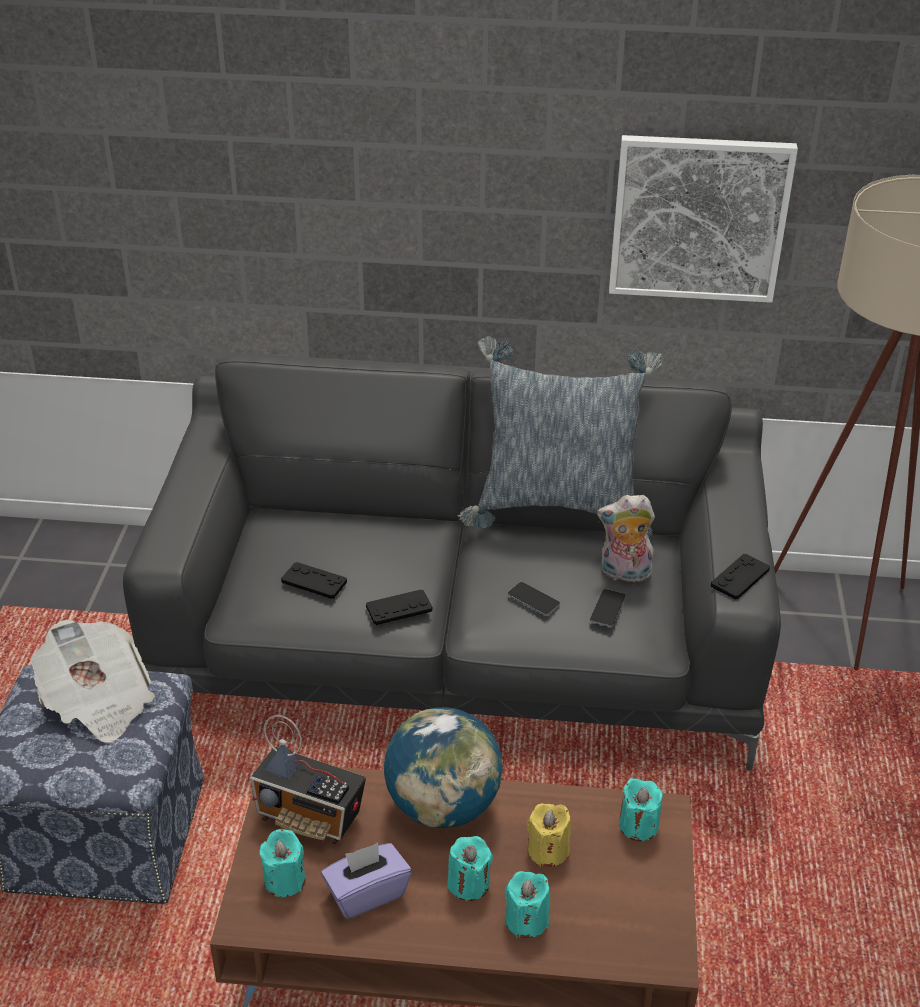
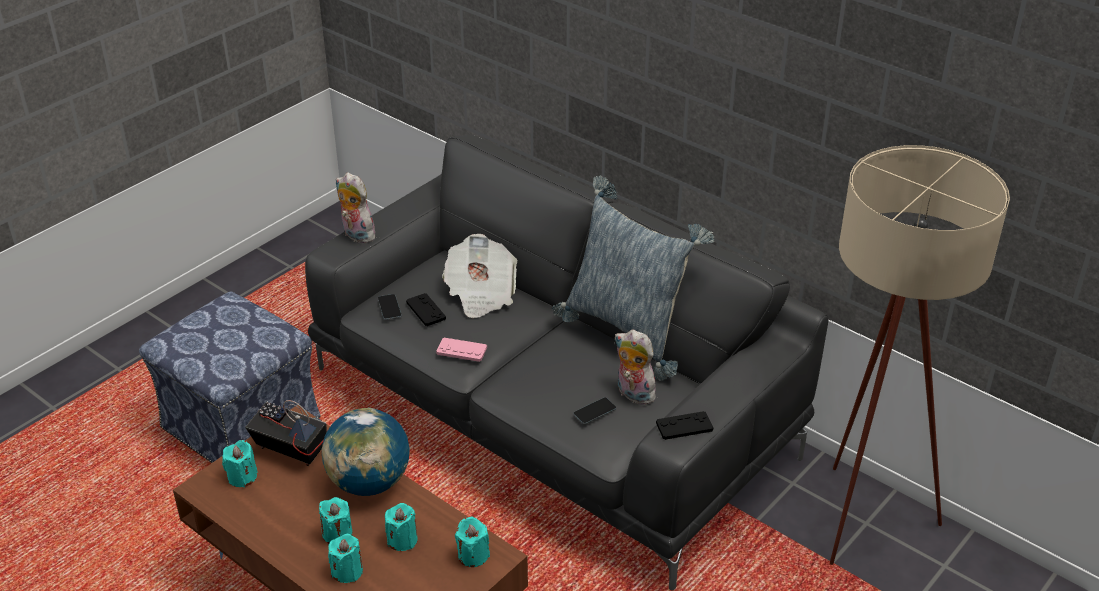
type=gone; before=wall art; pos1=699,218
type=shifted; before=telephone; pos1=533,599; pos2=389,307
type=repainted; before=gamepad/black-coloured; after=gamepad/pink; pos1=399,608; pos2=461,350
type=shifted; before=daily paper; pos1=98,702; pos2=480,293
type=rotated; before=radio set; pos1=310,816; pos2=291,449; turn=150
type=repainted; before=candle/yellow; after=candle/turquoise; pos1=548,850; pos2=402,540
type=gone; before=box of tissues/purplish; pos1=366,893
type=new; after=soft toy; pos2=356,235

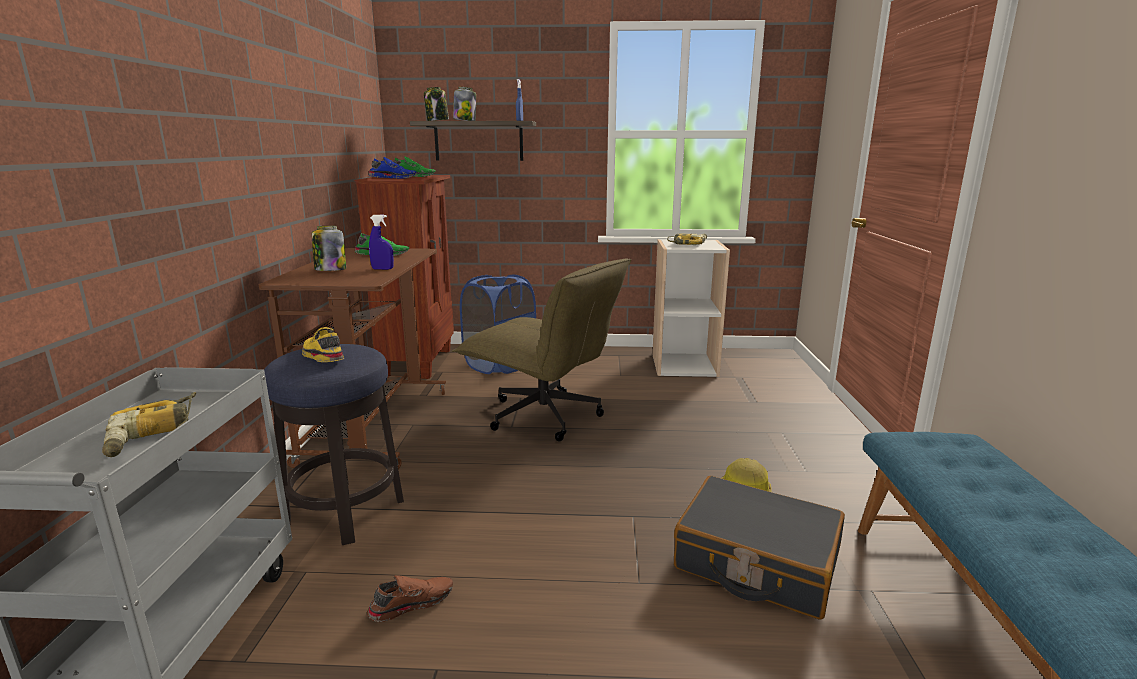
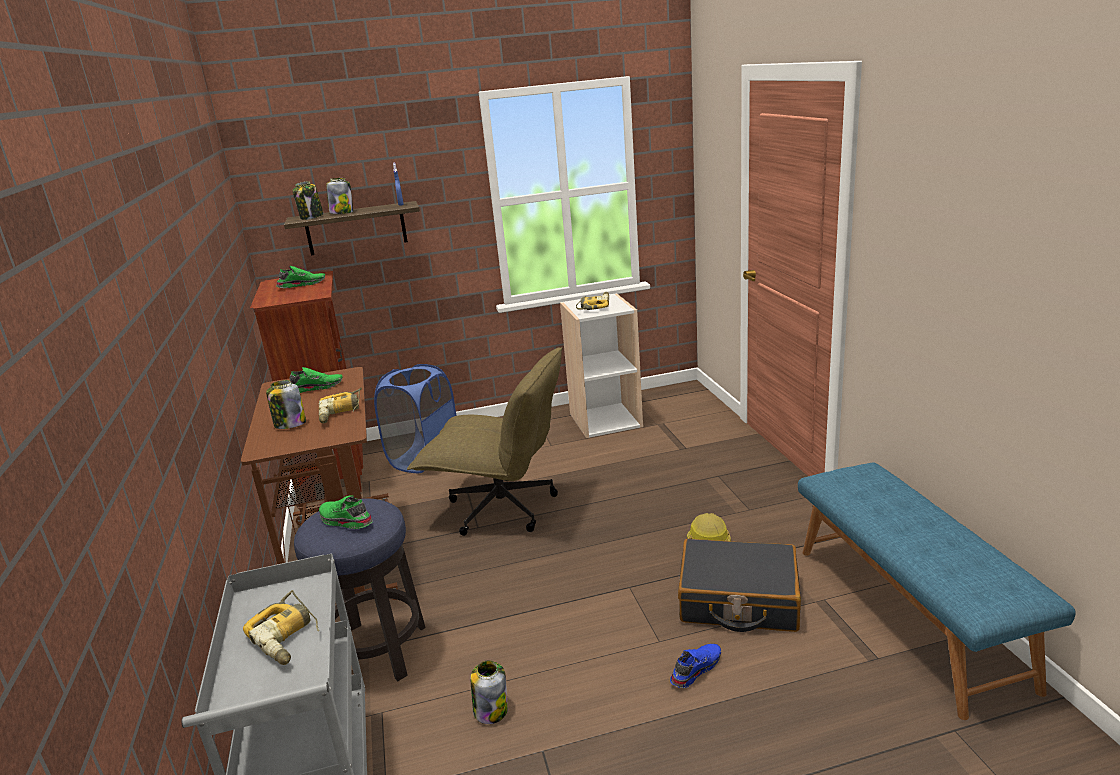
type=shifted; before=shoe/bluish; pos1=392,178; pos2=695,669
type=swapped; before=sprayer/bluish; after=power drill; pos1=382,269; pos2=341,412
type=repainted; before=shoe/yellow; after=shoe/greenish; pos1=322,357; pos2=345,521
type=swapped; before=shoe/brown-coloured; after=storage jar; pos1=411,603; pos2=491,710

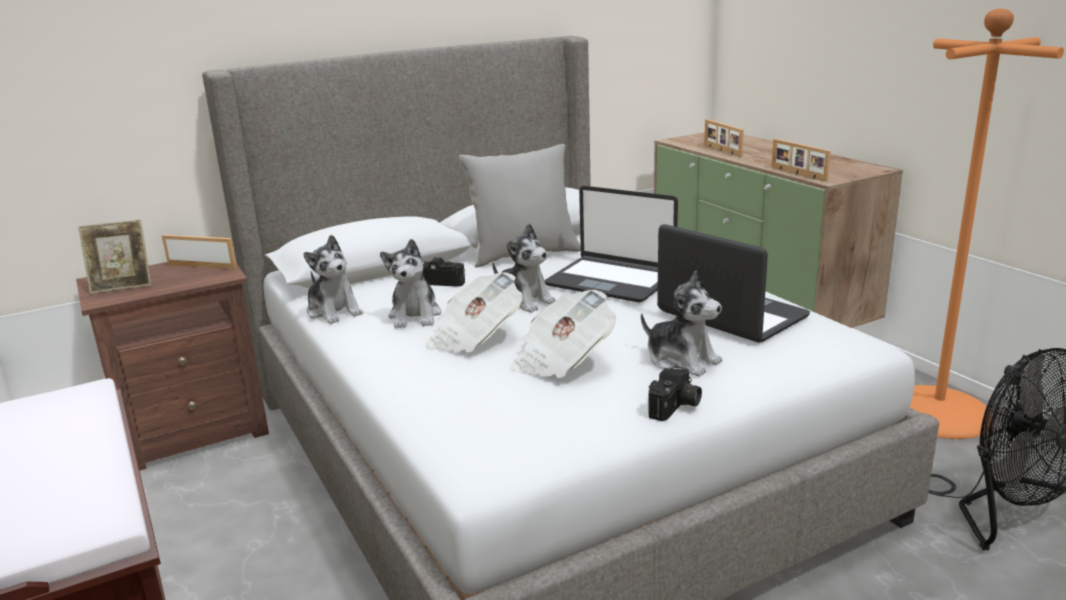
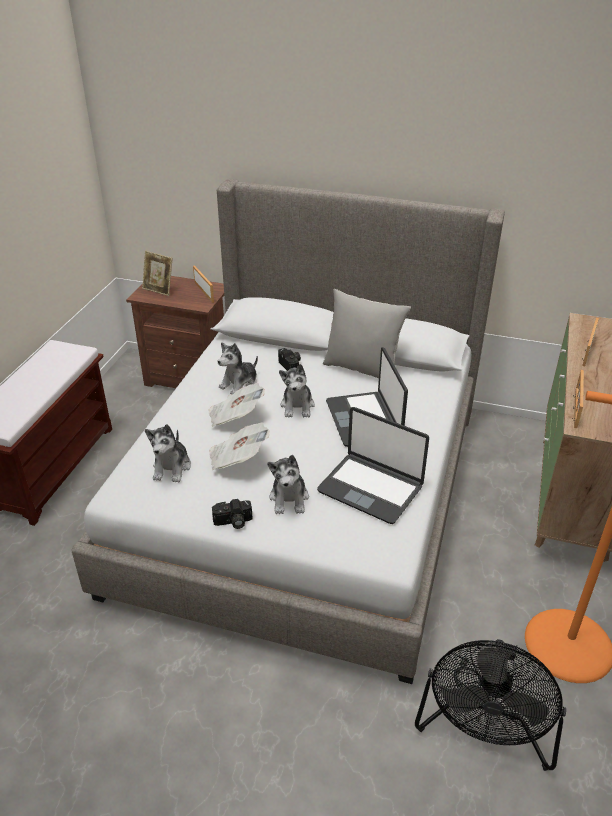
type=rotated; before=laptop; pos1=731,315; pos2=371,488; turn=120
type=shifted; before=soft toy; pos1=334,311; pos2=172,467

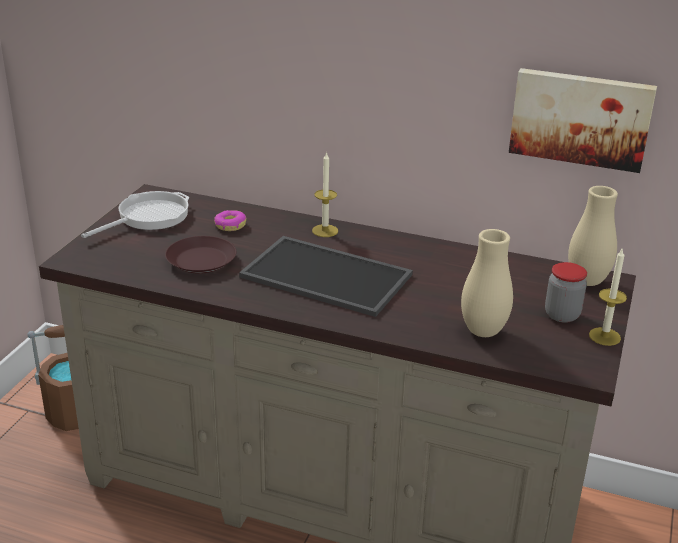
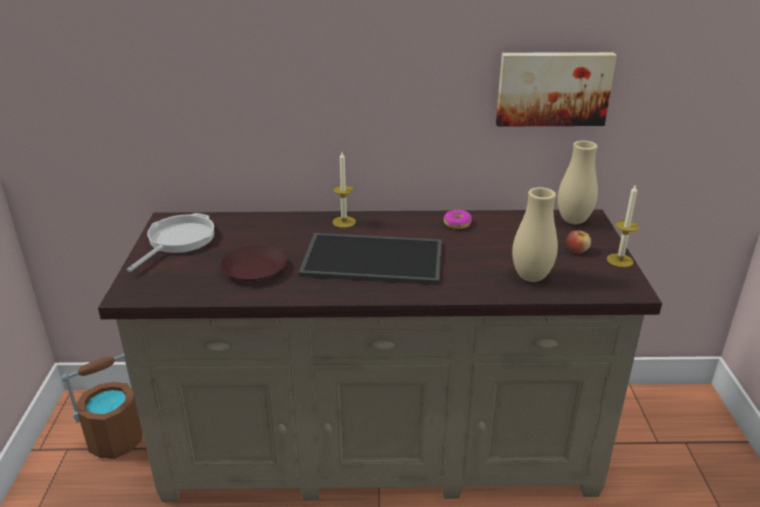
type=shifted; before=donut; pos1=230,225; pos2=457,223
type=swapped; before=storage jar; after=whole apple; pos1=562,315; pos2=577,251

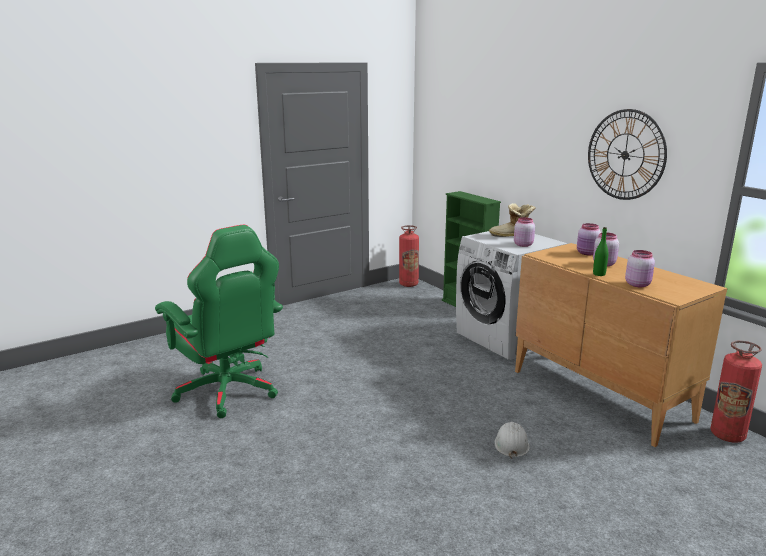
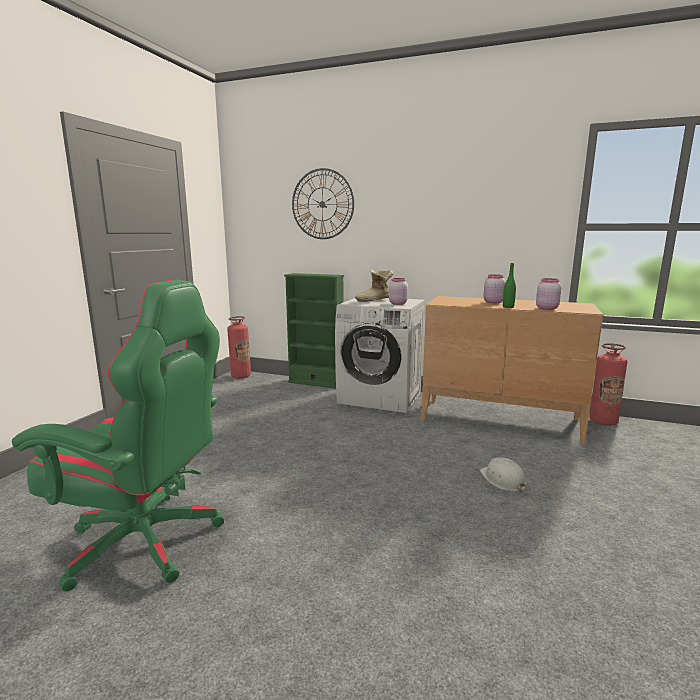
type=shifted; before=wall clock; pos1=625,155; pos2=322,204
type=gone; before=storage jar/pink; pos1=587,253

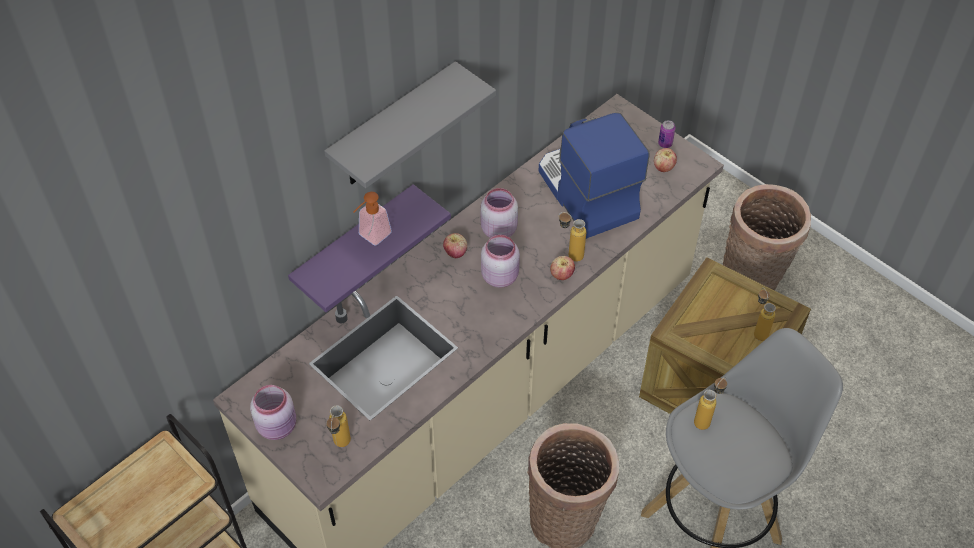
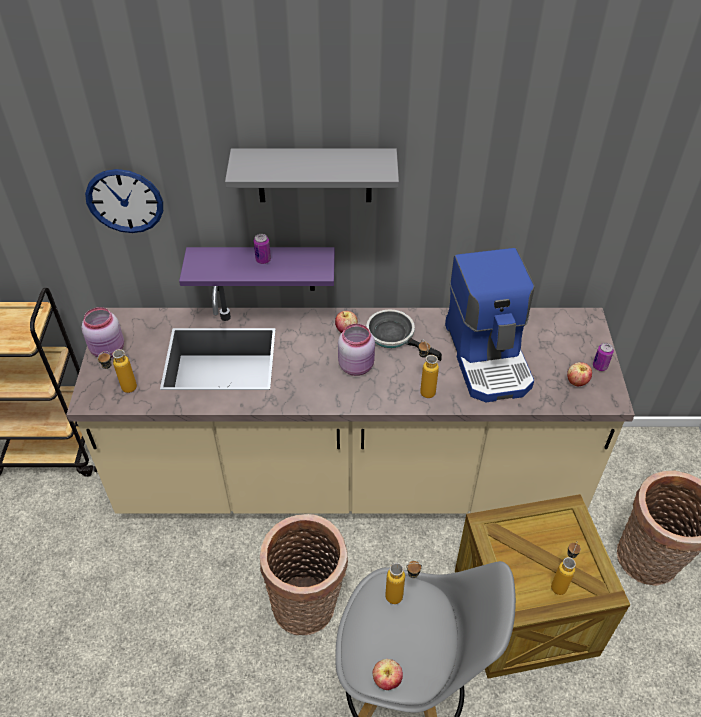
type=rotated; before=coffee maker; pos1=585,194; pos2=489,357; turn=150
type=swapped; before=storage jar/pink; after=pan; pos1=498,229; pos2=394,336
type=swapped; before=soap bottle; after=can; pos1=371,237; pos2=263,260
type=shifted; before=whole apple; pos1=562,275; pos2=387,680
type=new; after=wall clock; pos2=125,201

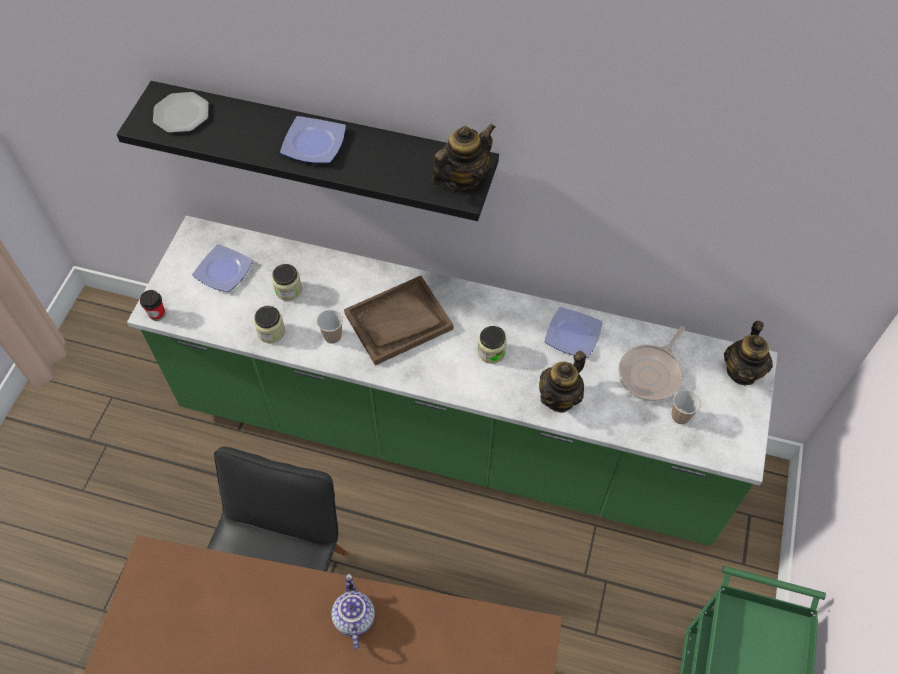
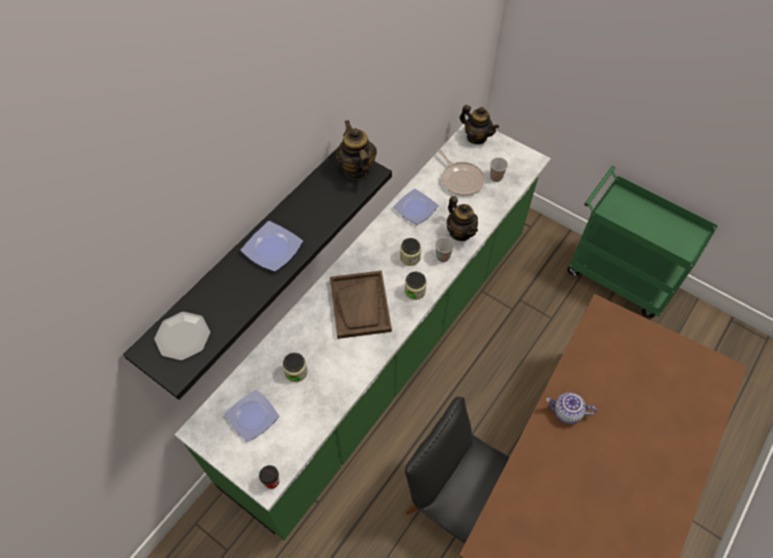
type=shifted; before=storage jar; pos1=271,332; pos2=415,291
type=shifted; before=small cup; pos1=332,336; pos2=443,257

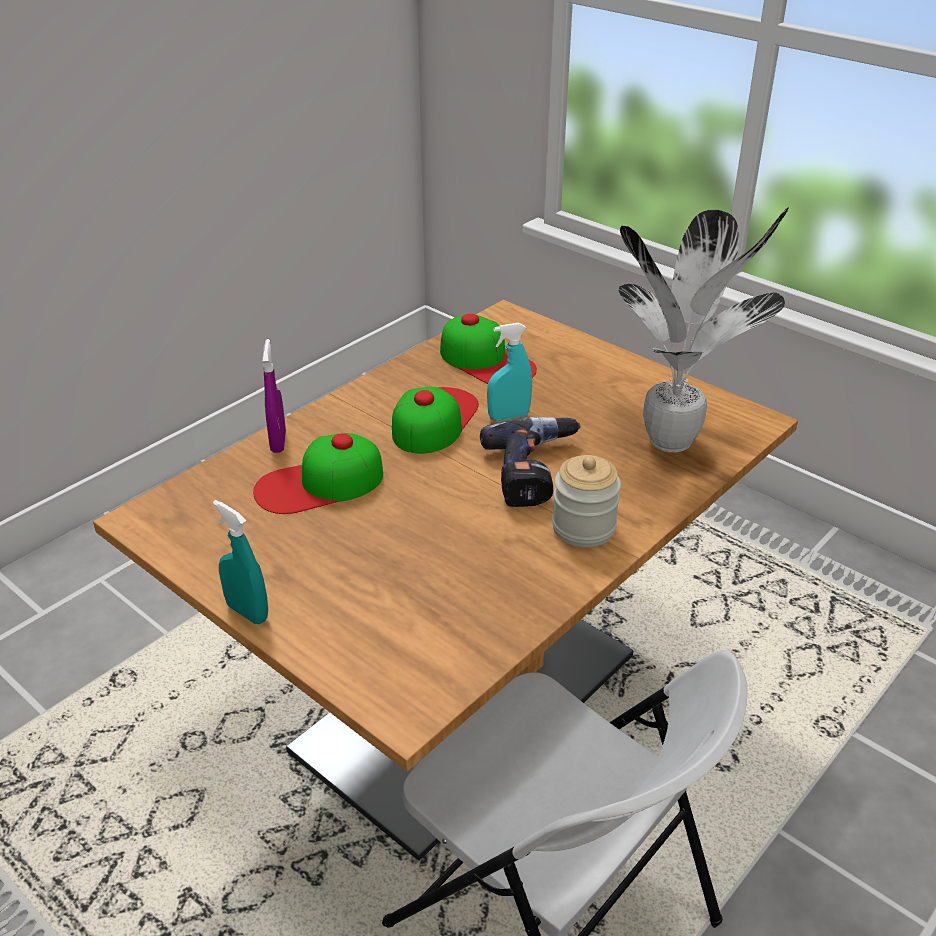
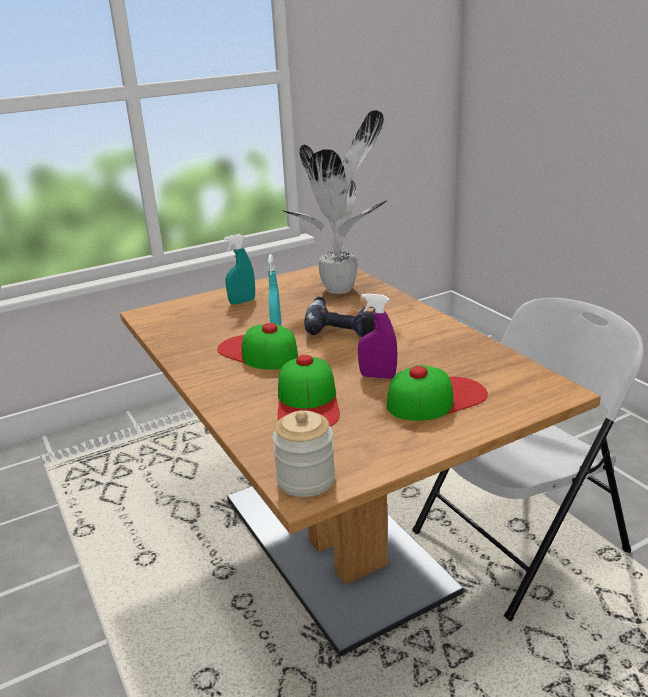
type=shifted; before=cap; pos1=486,360; pos2=436,398
type=shifted; before=sprayer/purplish; pos1=278,442; pos2=377,376
type=shifted; before=storage jar; pos1=583,528; pos2=306,479
type=shifted; before=sprayer/turquoise; pos1=247,612; pos2=242,302

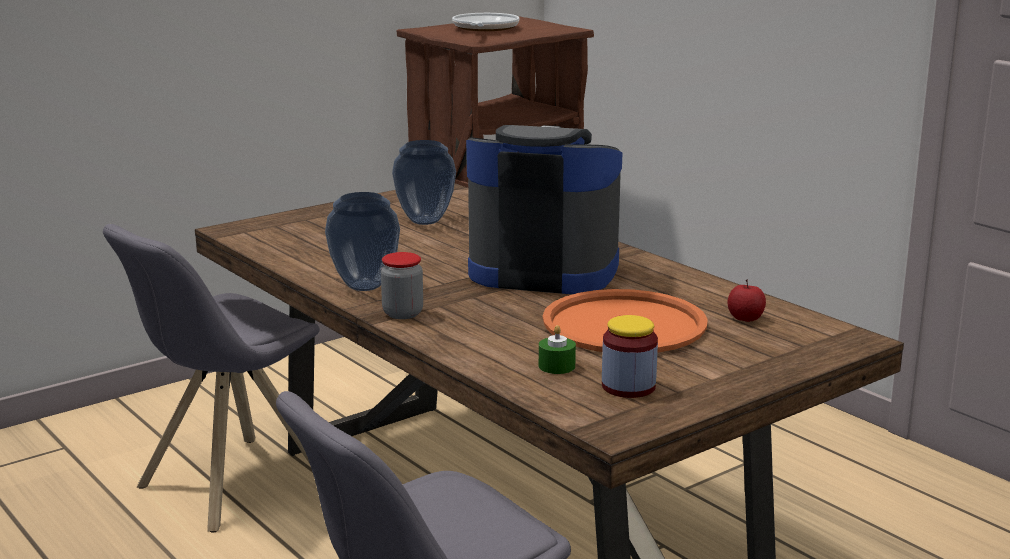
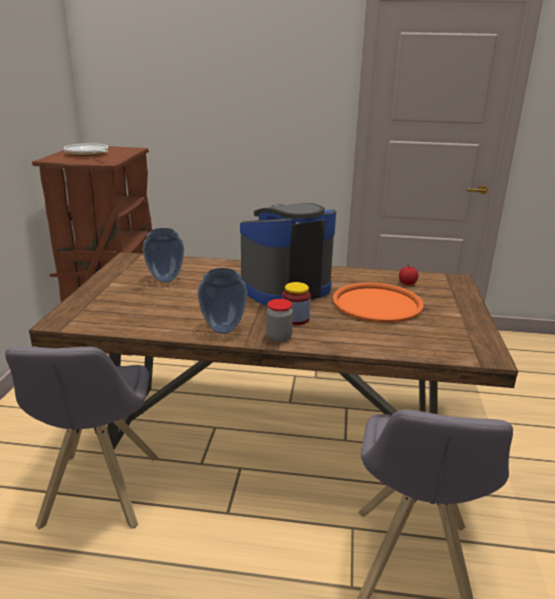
type=shifted; before=storage jar; pos1=628,387; pos2=295,319
type=gone; before=candle/greenish; pos1=556,366

